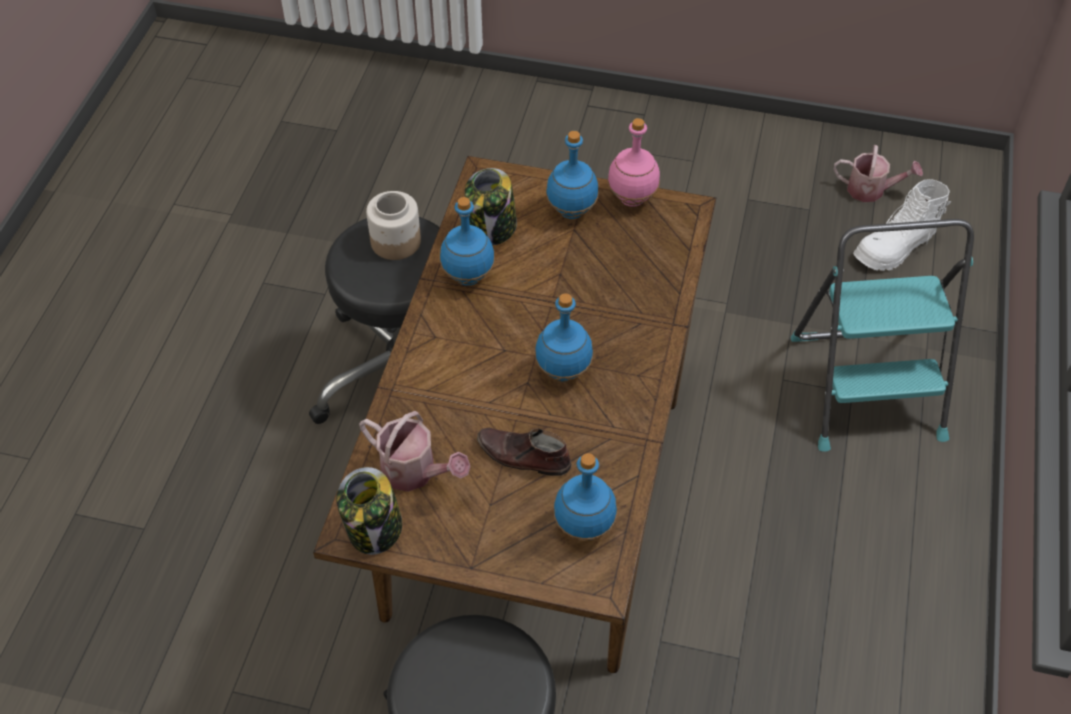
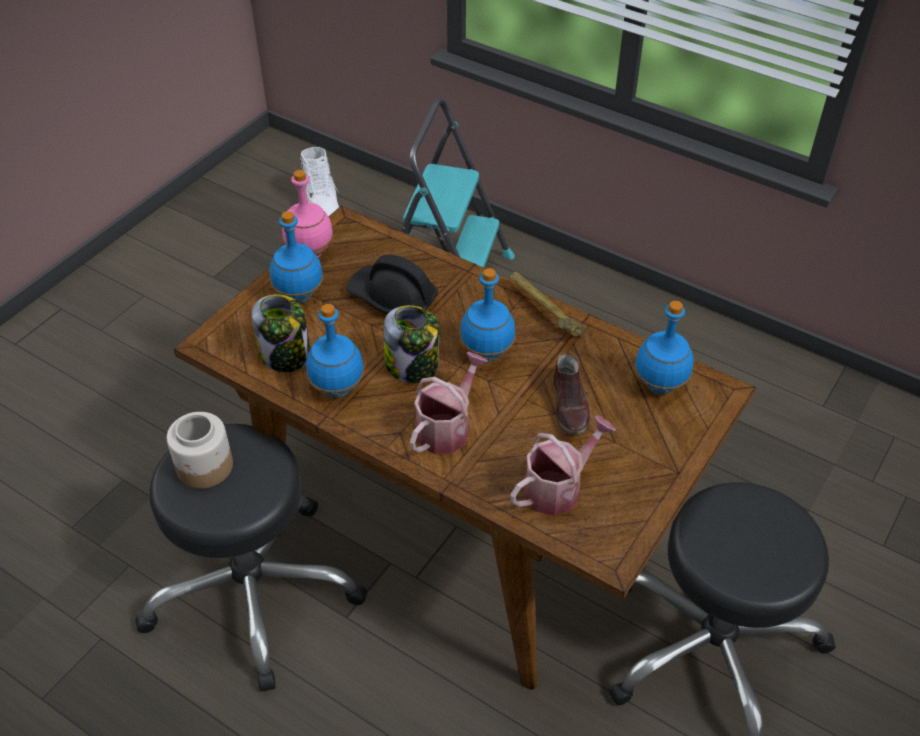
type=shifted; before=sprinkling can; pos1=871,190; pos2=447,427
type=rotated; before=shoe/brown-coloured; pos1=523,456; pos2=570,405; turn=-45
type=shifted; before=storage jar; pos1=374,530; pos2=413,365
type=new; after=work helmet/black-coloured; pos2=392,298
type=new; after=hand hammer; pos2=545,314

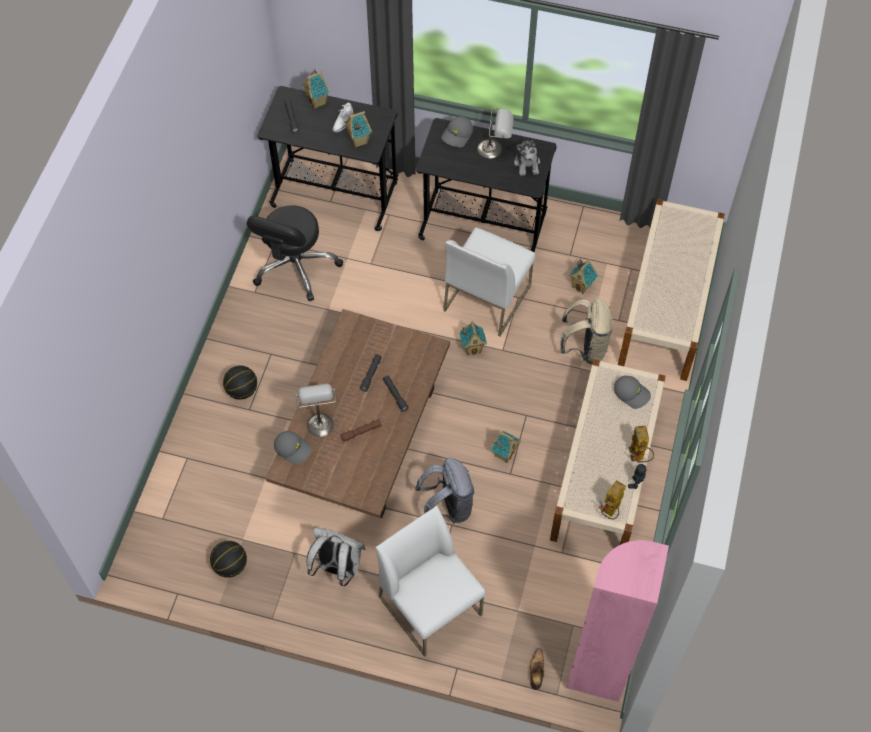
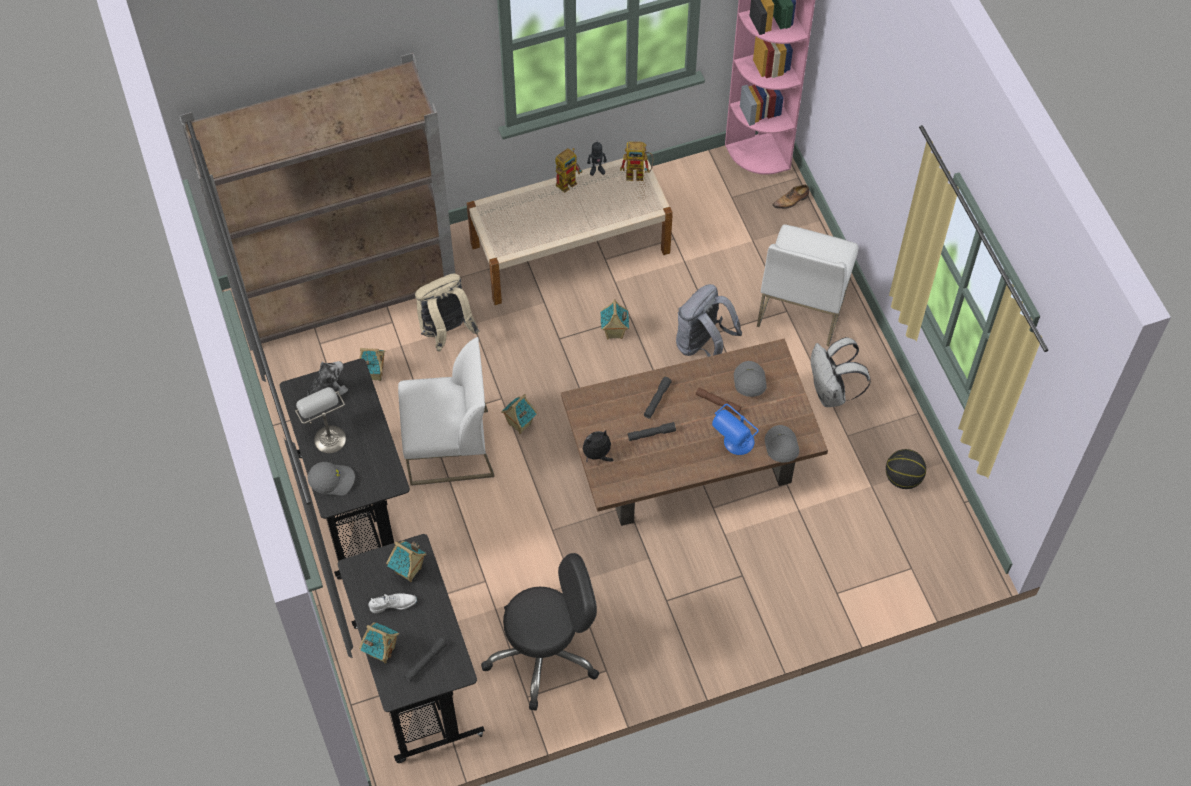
type=swapped; before=indoor bench/beige-coloured; after=shelving unit/brown-coloured; pos1=668,306; pos2=345,291
type=gone; before=ball for basketball; pos1=242,390
type=shifted; before=cap/grey; pos1=632,393; pos2=749,382
type=repainted; before=lamp for a table/white; after=lamp for a table/bluish; pos1=318,420; pos2=735,446
type=new; after=soft toy; pos2=597,455

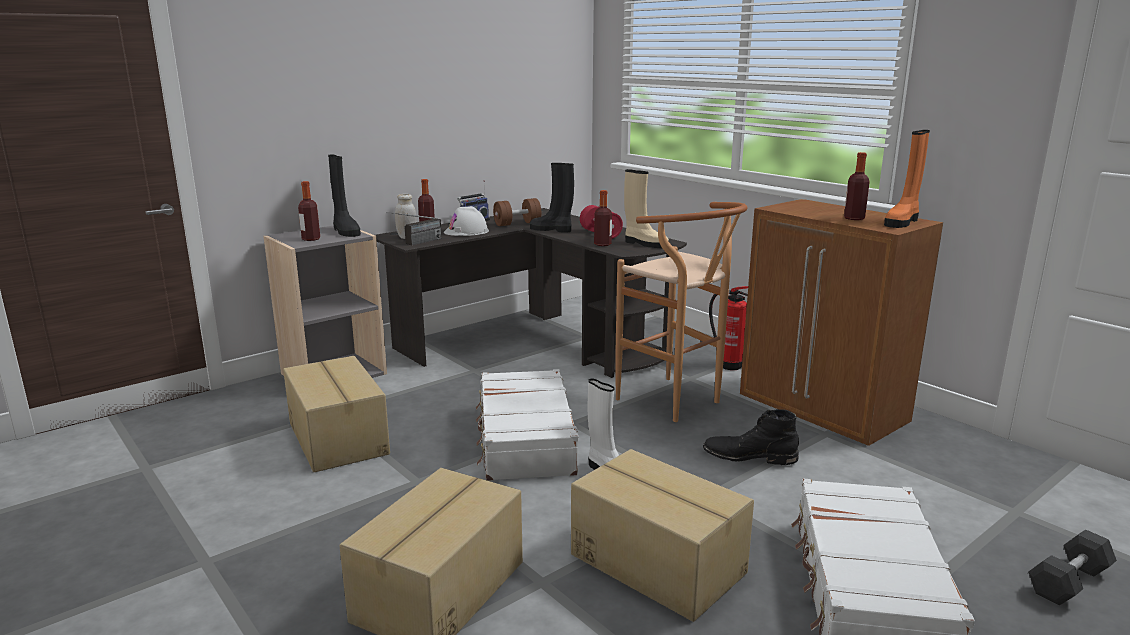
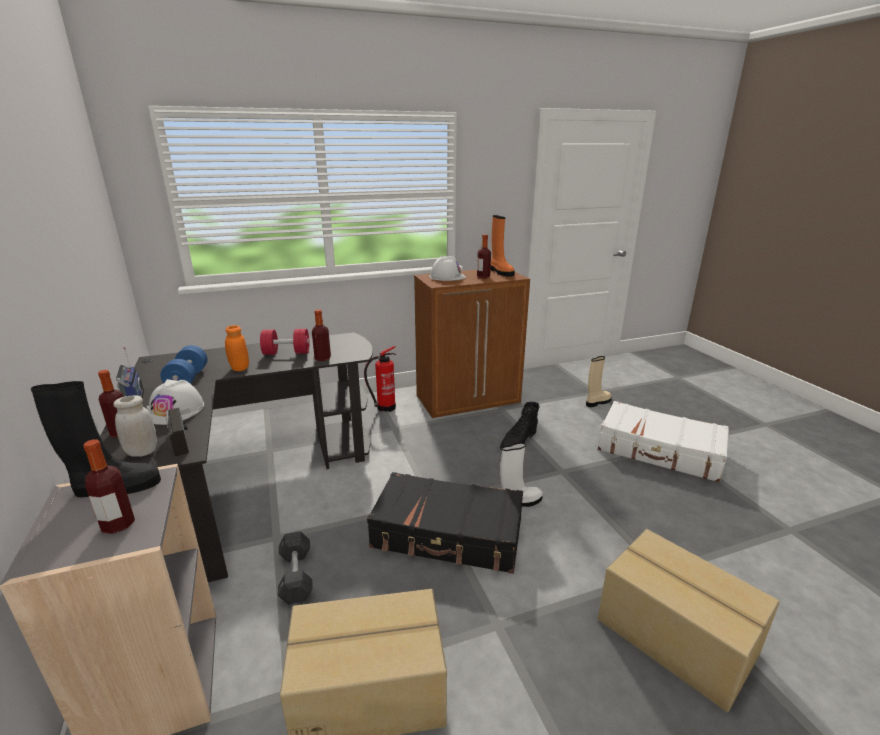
type=swapped; before=boot/black-coloured; after=storage jar/orangey; pos1=552,230; pos2=239,368
type=shifted; before=boot/beige-coloured; pos1=644,244; pos2=597,402
type=repainted; before=free weight/brown-coloured; after=free weight/bluish; pos1=517,224; pos2=187,379
type=gone; before=stool/brown-coloured; pos1=676,403
type=repainted; before=travel case/white; after=travel case/black-coloured; pos1=524,439; pos2=447,534
type=gone; before=carton; pos1=658,562
type=shifted; before=free weight/grey; pos1=1068,581; pos2=296,576
type=new; after=work helmet/white; pos2=447,277

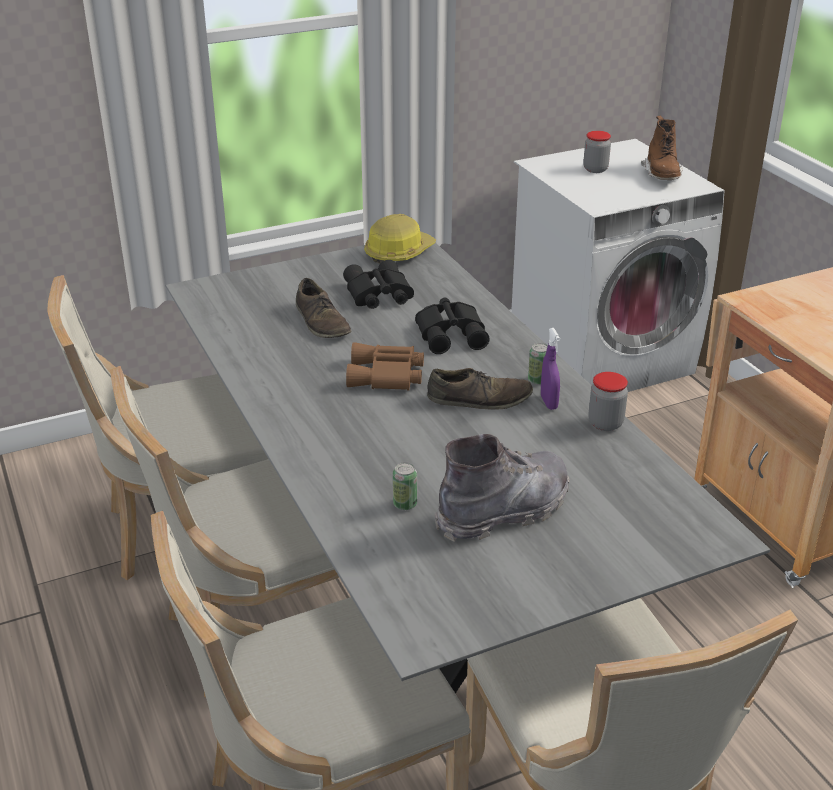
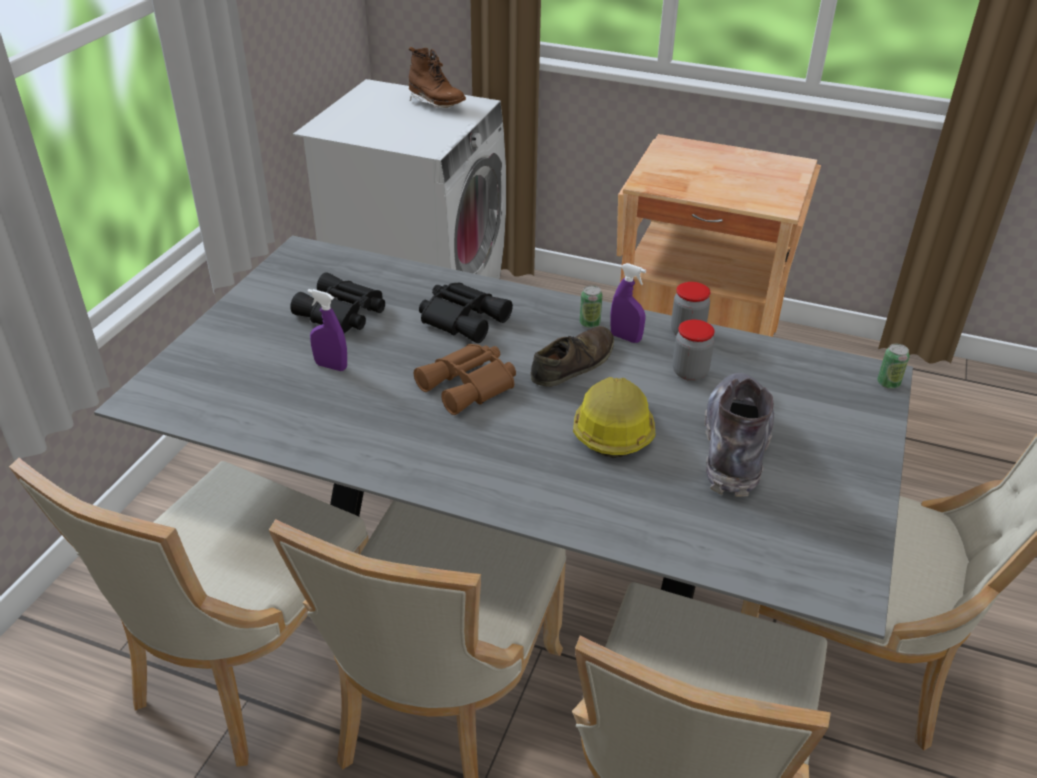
type=shifted; before=storage jar; pos1=595,169; pos2=690,372
type=shifted; before=work helmet; pos1=398,253; pos2=612,428
type=swapped; before=shoe/brown-coloured; after=sprayer/purplish; pos1=322,322; pos2=331,366
type=shifted; before=can; pos1=405,504; pos2=888,383

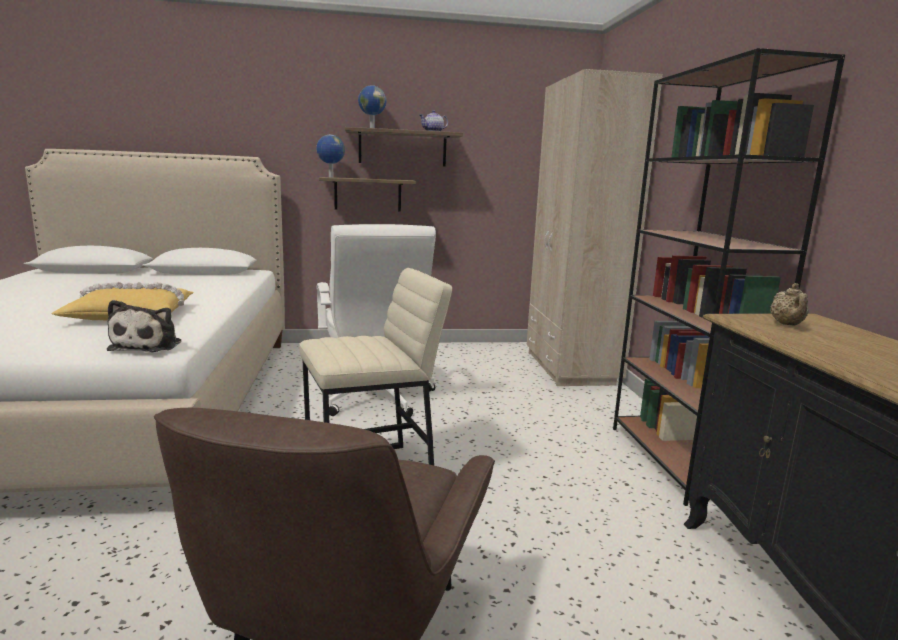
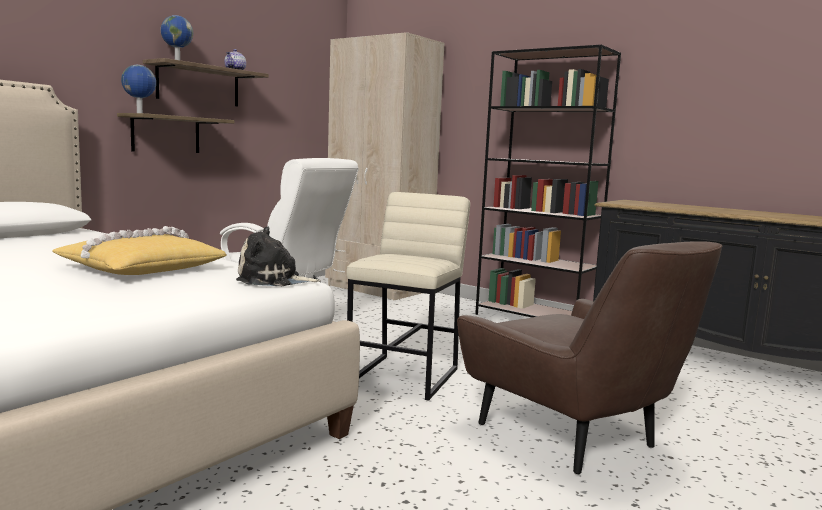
type=gone; before=tea pot/beige-coloured; pos1=787,325
type=rotated; before=soft toy; pos1=149,345; pos2=273,280; turn=135

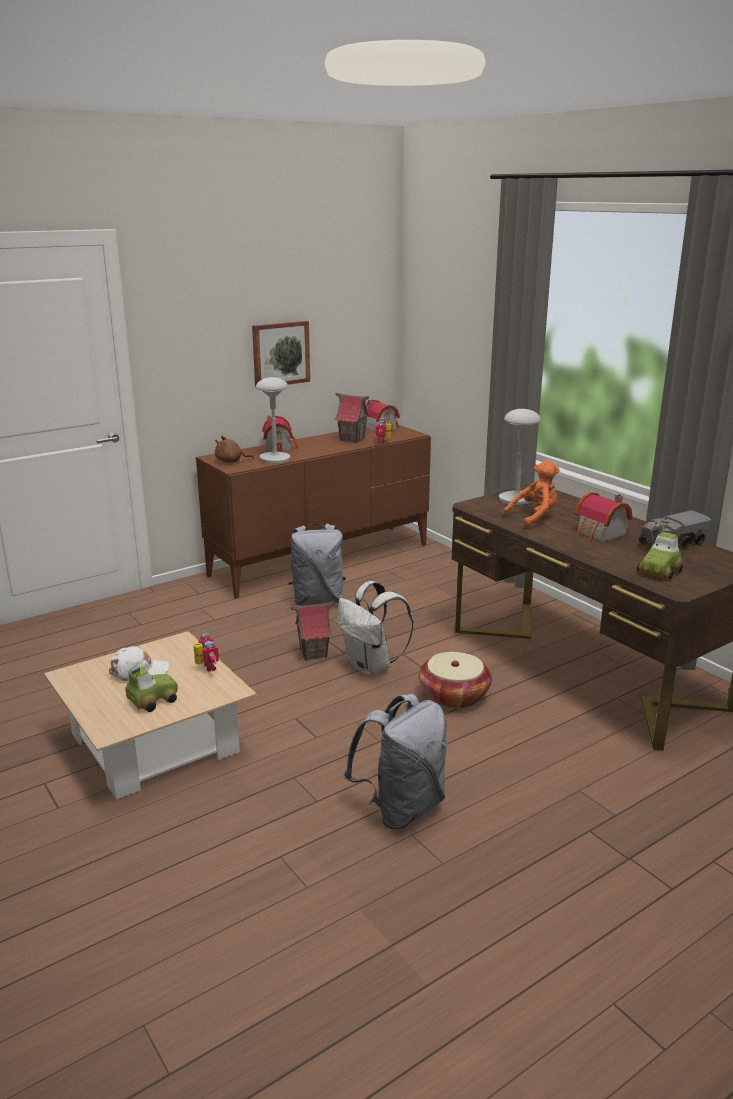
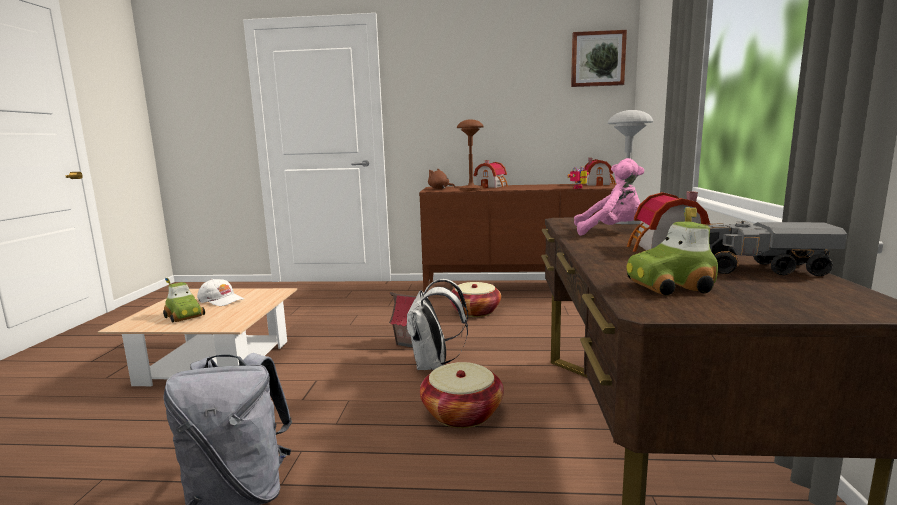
type=shifted; before=wall art; pos1=280,353; pos2=597,59
type=repainted; before=lamp for a table/grey; after=lamp for a table/brown-coloured; pos1=275,459; pos2=471,189
type=gone; before=miniature house; pos1=352,439
type=repainted; before=soft toy/orangey; after=soft toy/pink; pos1=534,518; pos2=610,231
type=swapped; before=backpack/grey; after=household basket; pos1=318,600; pos2=475,311
type=gone; before=model robot; pos1=206,667
type=rotated; before=miniature car; pos1=152,700; pos2=185,316; turn=45

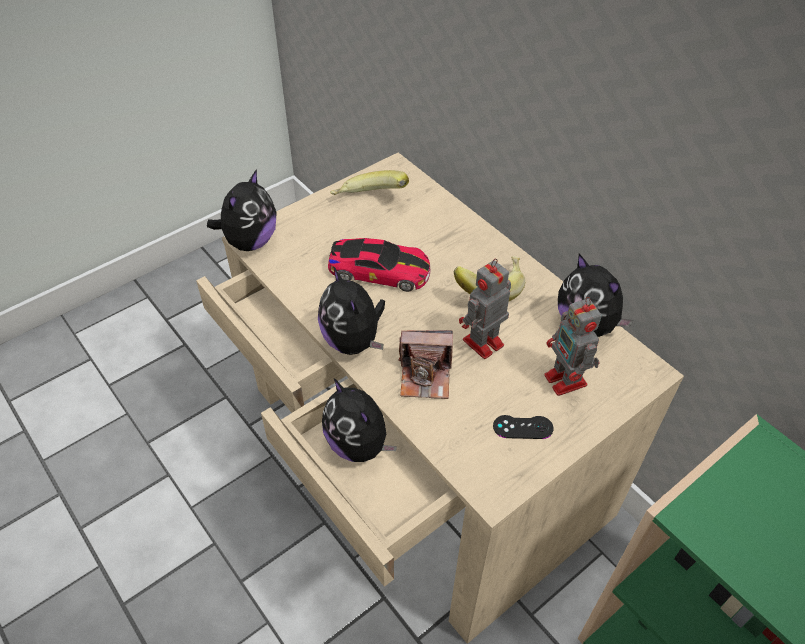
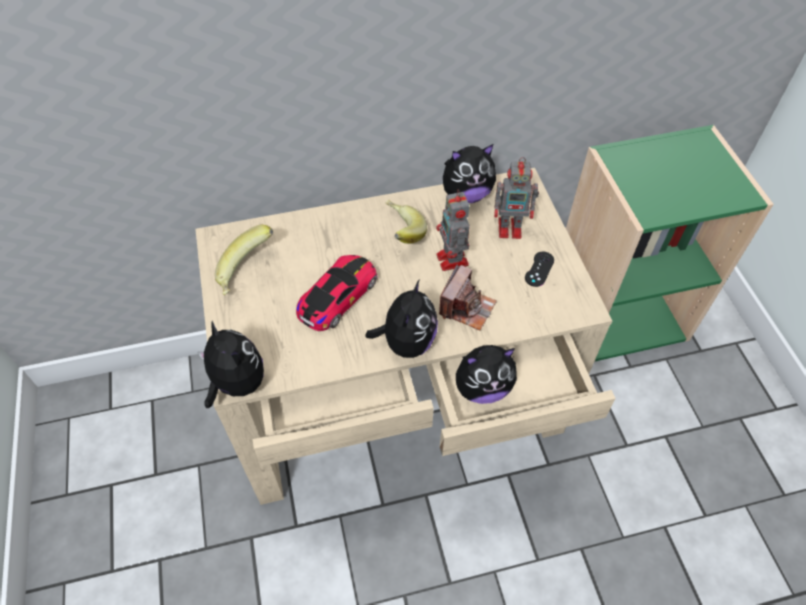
type=rotated; before=soft toy; pos1=353,341; pos2=406,342; turn=-75

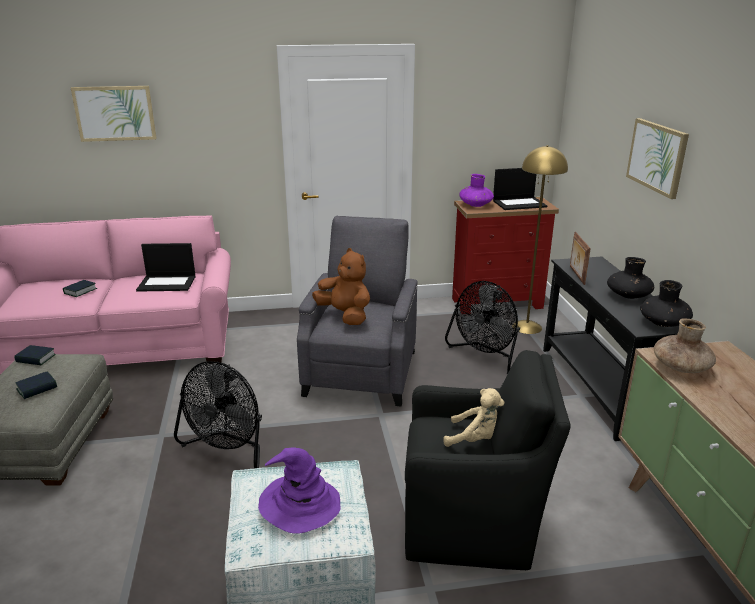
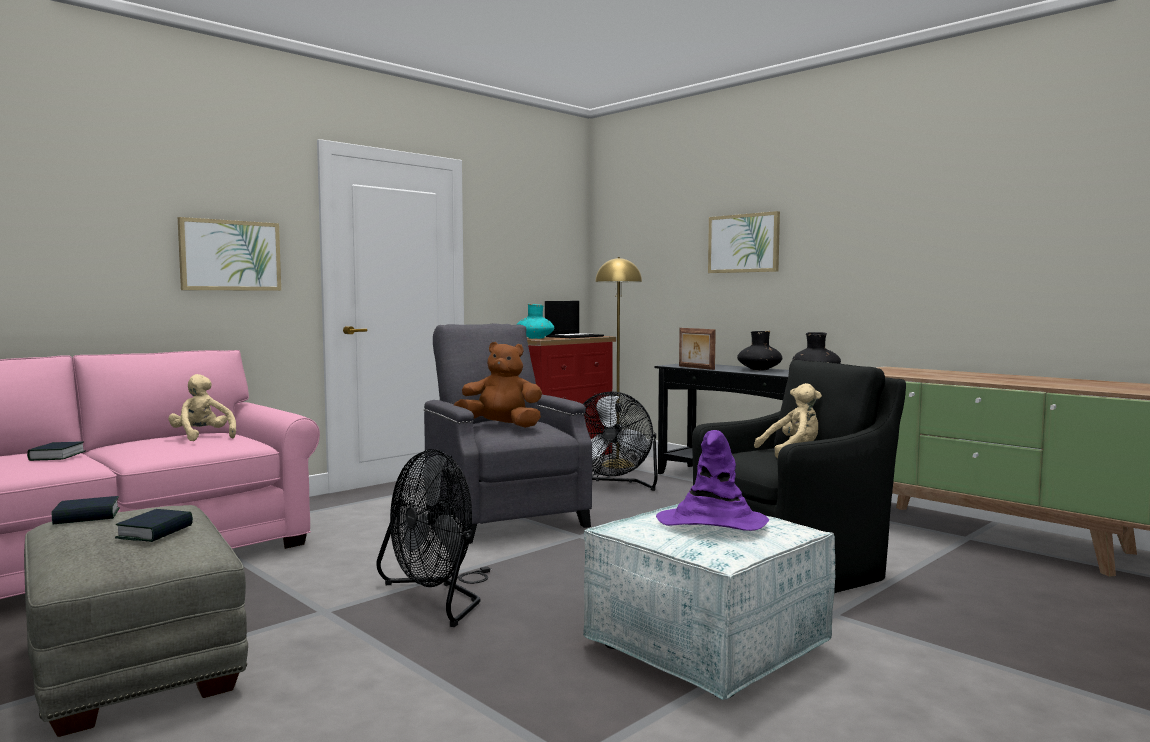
type=shifted; before=wall art; pos1=115,113; pos2=230,255
type=repainted; before=flower vase/purplish; after=flower vase/turquoise; pos1=475,205; pos2=535,338
type=swapped; before=laptop; after=soft toy/beige-coloured; pos1=167,283; pos2=202,437
type=gone; before=flower vase/brown-coloured; pos1=681,367
type=rotated; before=fan/black-coloured; pos1=228,447; pos2=441,595; turn=60

